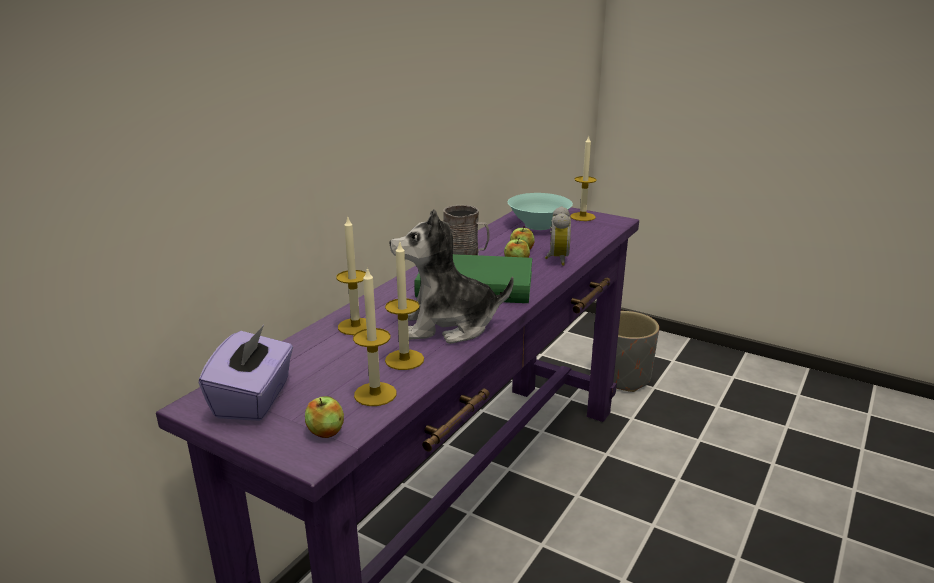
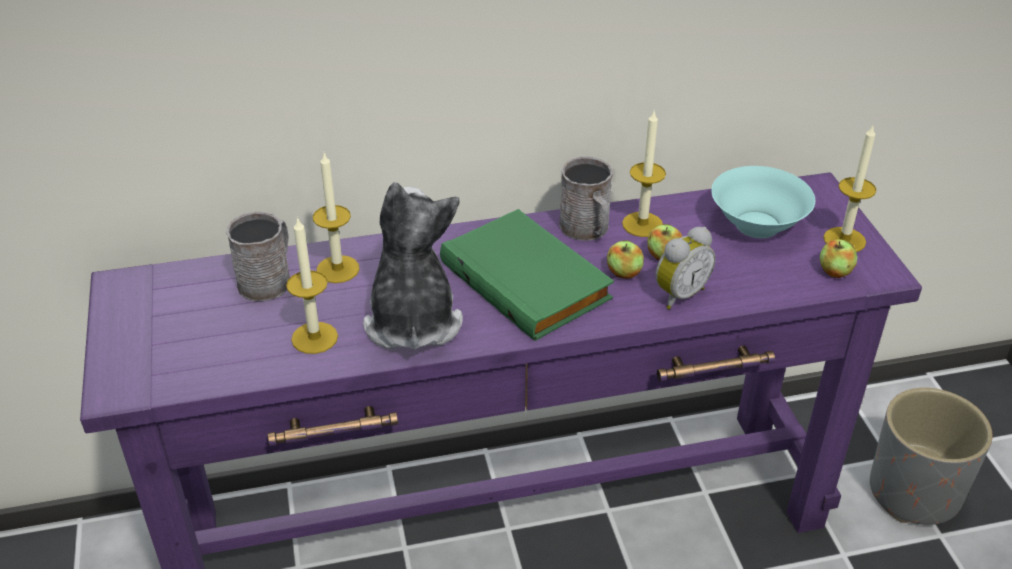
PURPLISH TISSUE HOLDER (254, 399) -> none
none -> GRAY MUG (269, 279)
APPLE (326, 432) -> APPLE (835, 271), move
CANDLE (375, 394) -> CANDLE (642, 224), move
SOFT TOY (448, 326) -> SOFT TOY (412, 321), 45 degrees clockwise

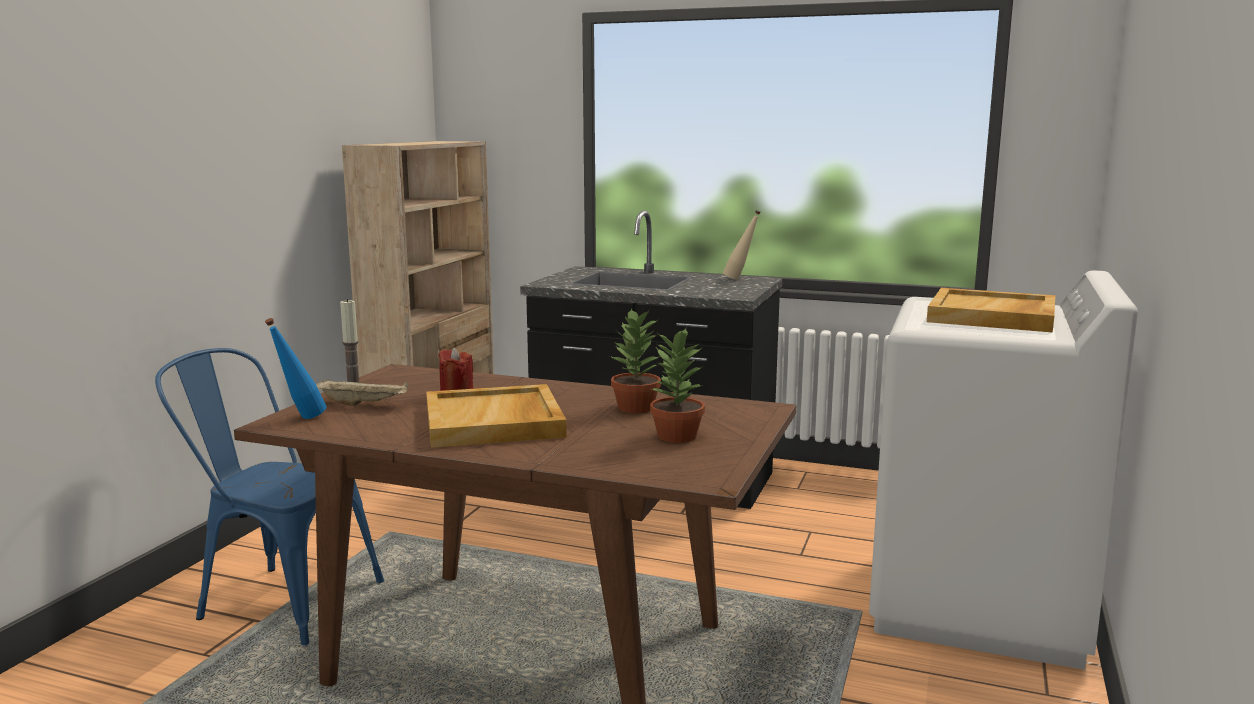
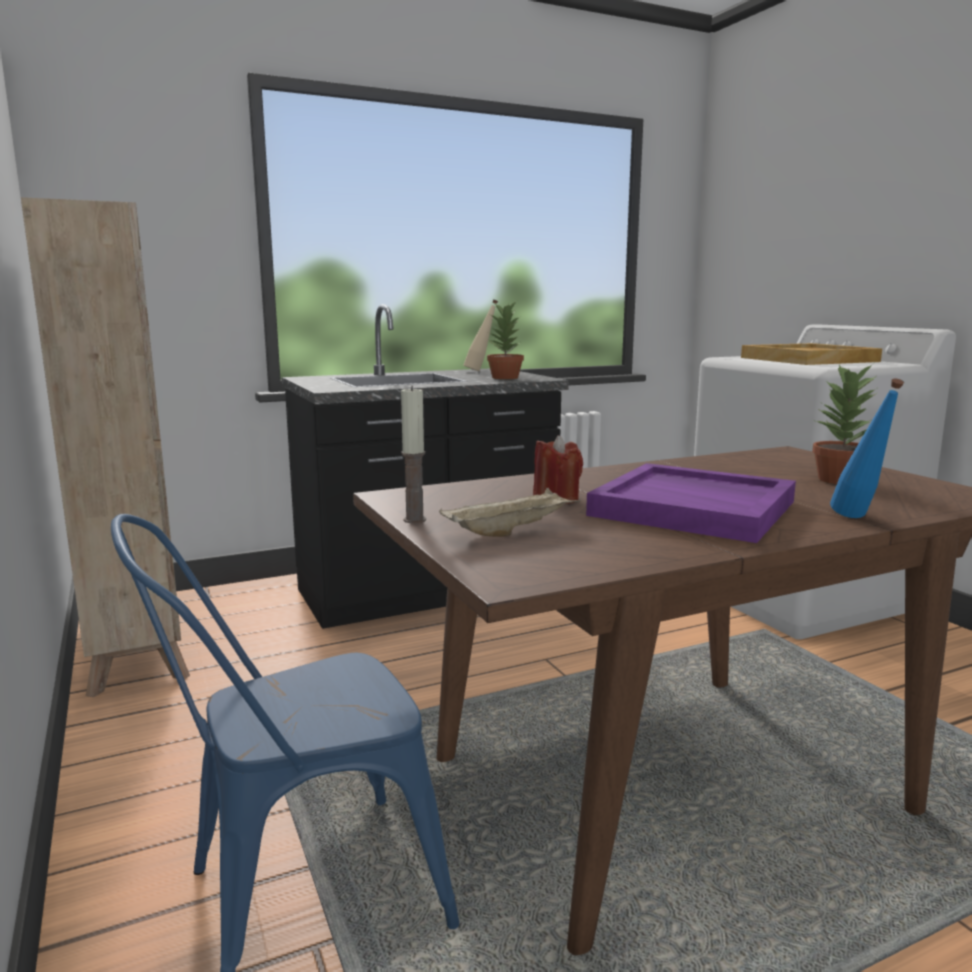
BLUE DRINK BOTTLE (300, 419) -> BLUE DRINK BOTTLE (859, 519), move
PLANT IN A POT (635, 408) -> PLANT IN A POT (505, 378), move
SAND-COLOURED SERVING TRAY (494, 422) -> PURPLISH SERVING TRAY (695, 508)

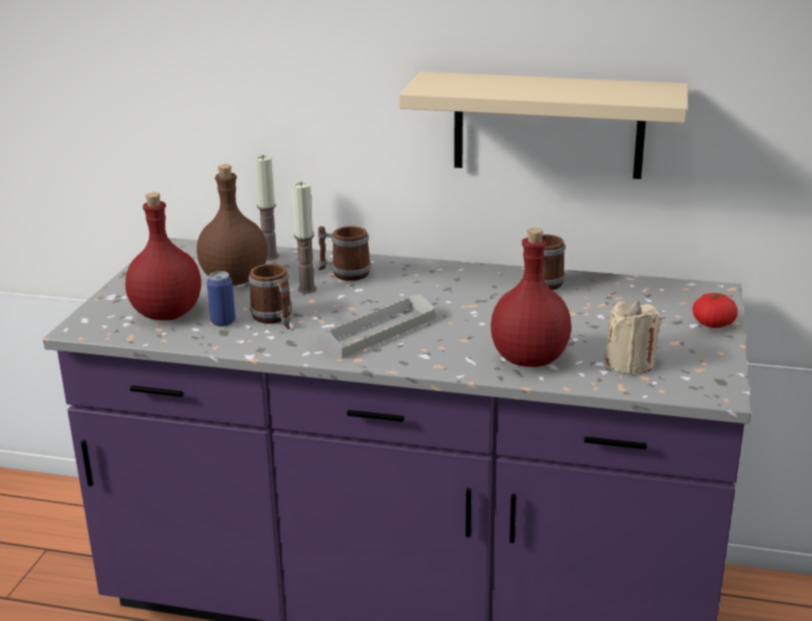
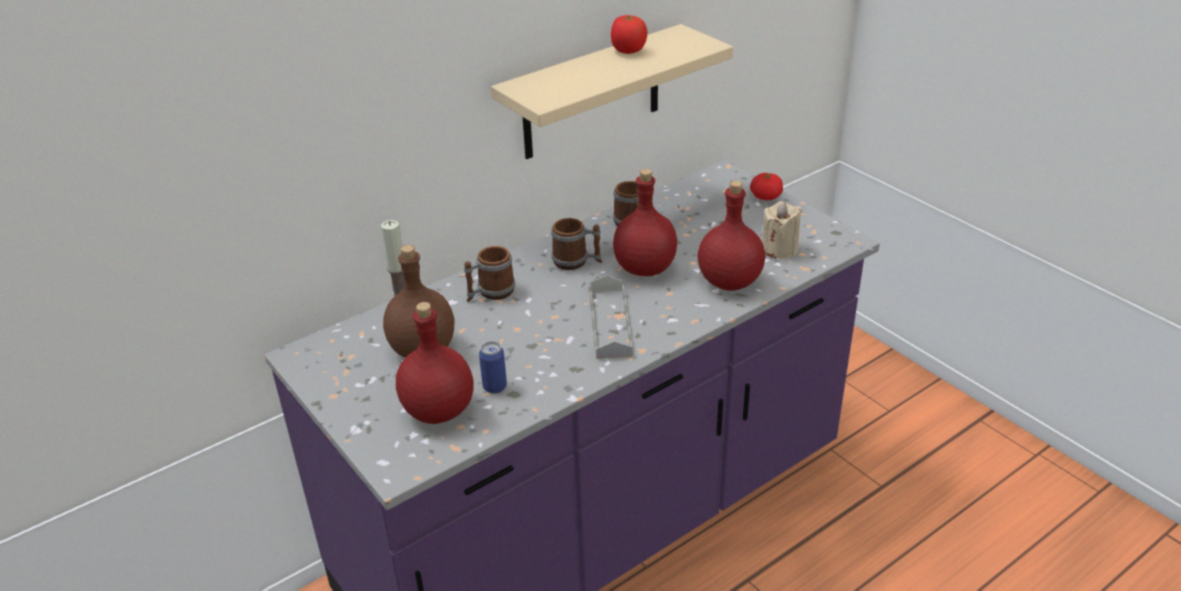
CANDLE (307, 289) -> none
none -> TOMATO (628, 51)
none -> RED DRINK BOTTLE (646, 268)
MUG (275, 318) -> MUG (577, 261), move

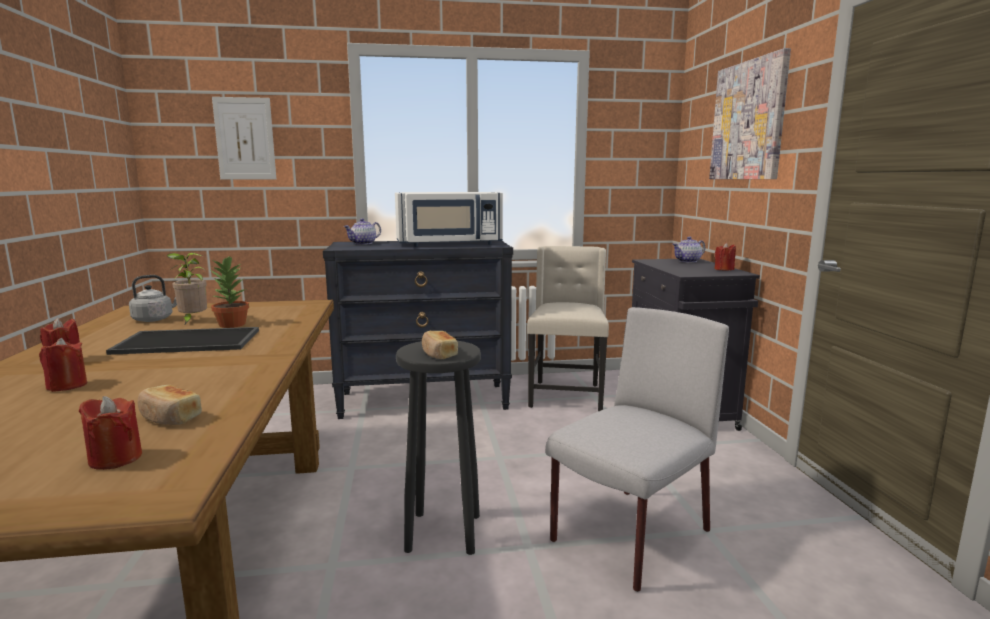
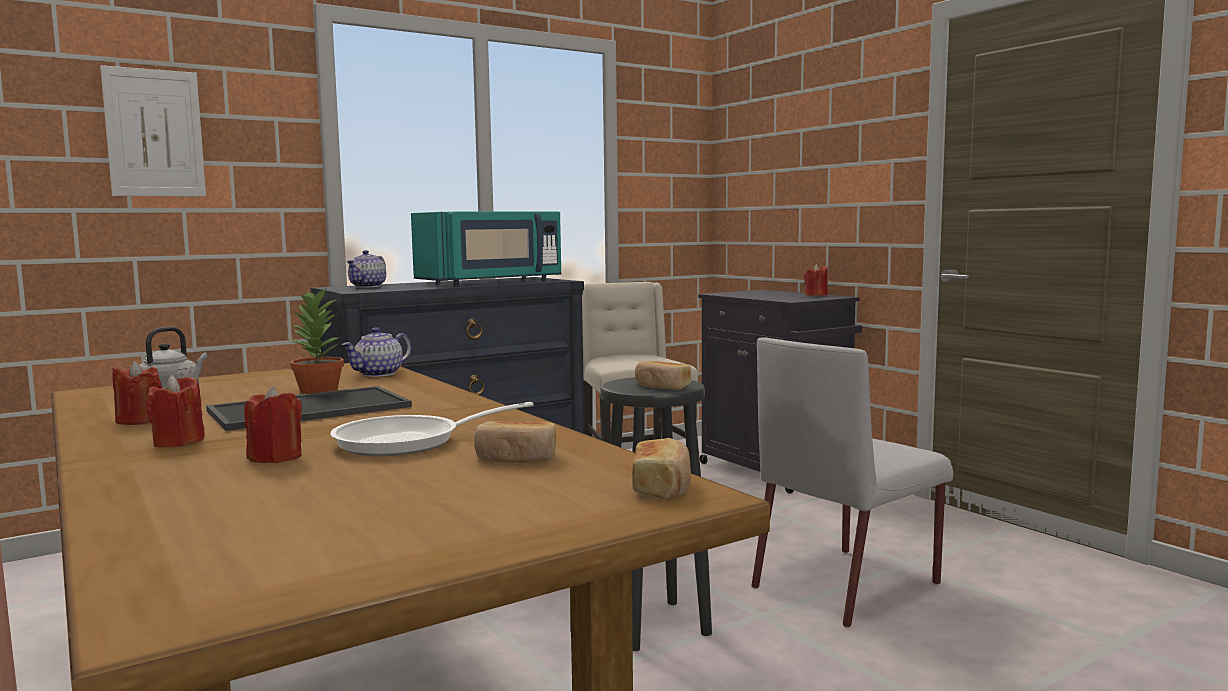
PLANT IN A POT (192, 321) -> none
WALL ART (748, 121) -> none
none -> PAN (409, 442)
none -> BAKED BREAD (662, 487)
RED CANDLE (115, 458) -> RED CANDLE (139, 420), move
POT FOR TEA (688, 261) -> POT FOR TEA (379, 374), move
WHITE-COLOURED MICROWAVE OVEN (449, 244) -> BLUE-GREEN MICROWAVE OVEN (492, 282)
GRAY UPRIGHT CHAIR (629, 537) -> GRAY UPRIGHT CHAIR (848, 584), 150 degrees counterclockwise

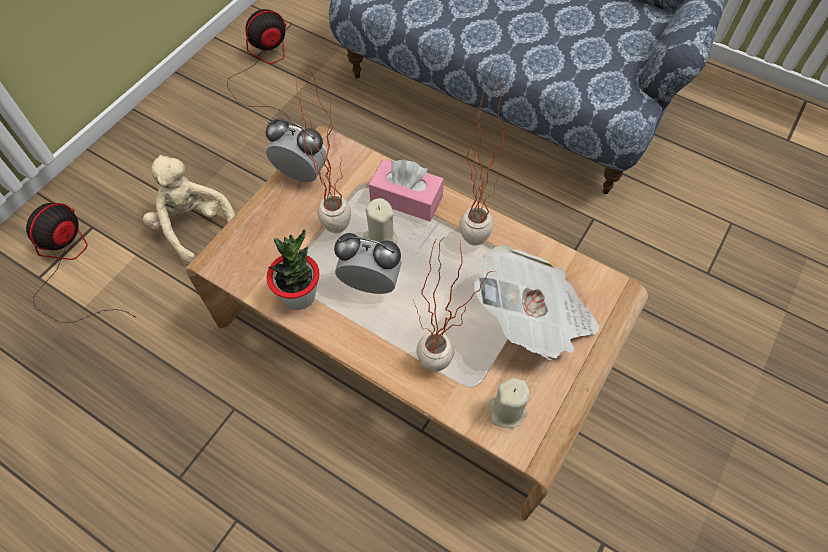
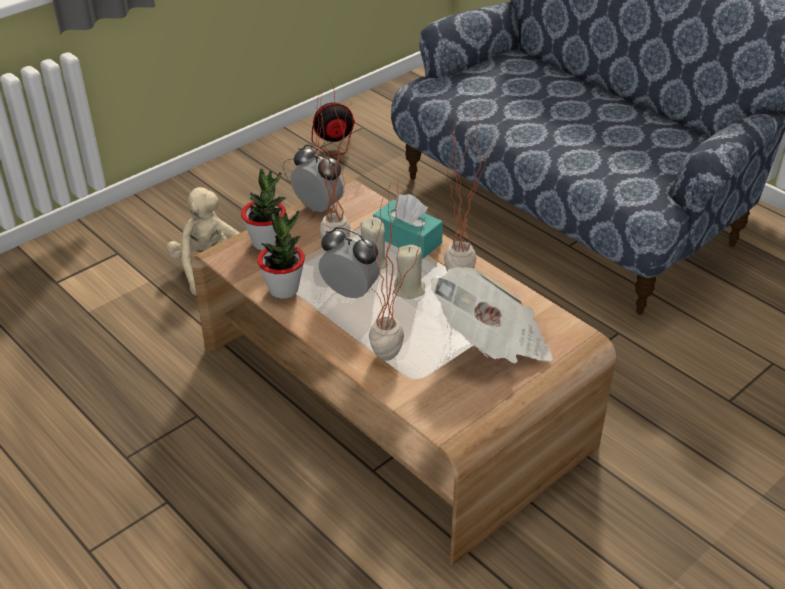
COOLING FAN (70, 266) -> none
none -> PLANT IN A POT (266, 242)
SAND-COLOURED CANDLE (507, 411) -> SAND-COLOURED CANDLE (409, 290), move
PINKISH TISSUE HOLDER (406, 198) -> BLUE-GREEN TISSUE HOLDER (407, 239)

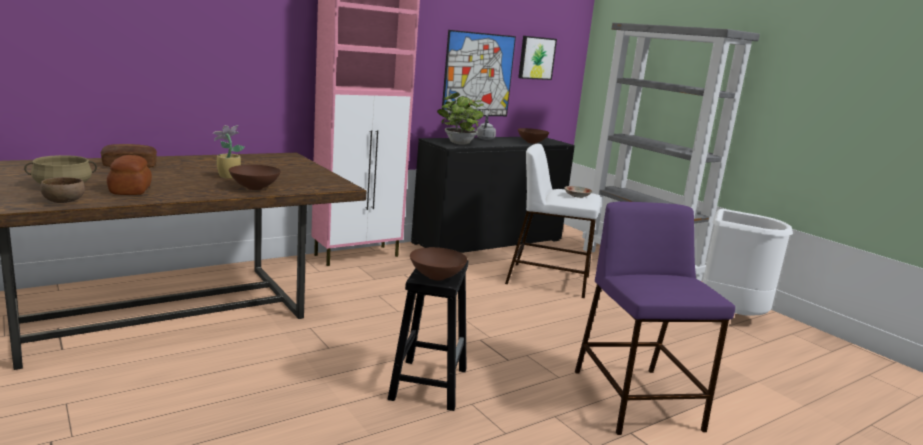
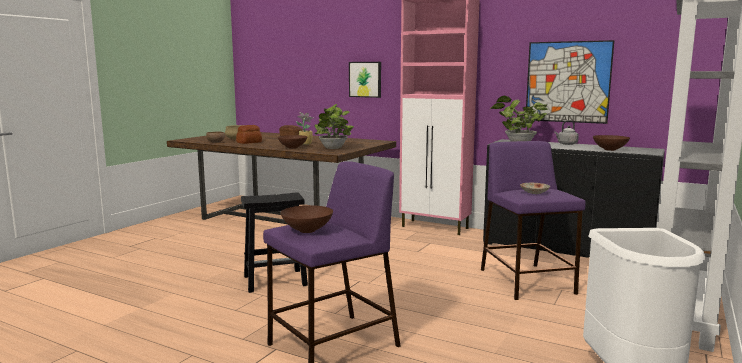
none -> PLANT IN A POT (333, 148)
BROWN BOWL (436, 277) -> BROWN BOWL (307, 230), move
WALL ART (536, 58) -> WALL ART (365, 79), move
WHITE-COLOURED STOOL (549, 280) -> PURPLISH STOOL (527, 281)

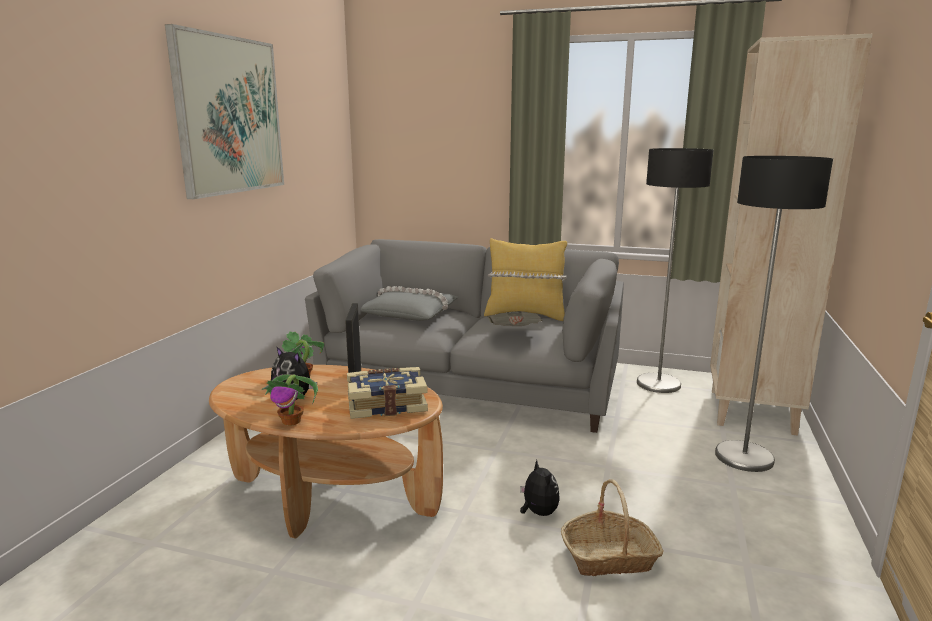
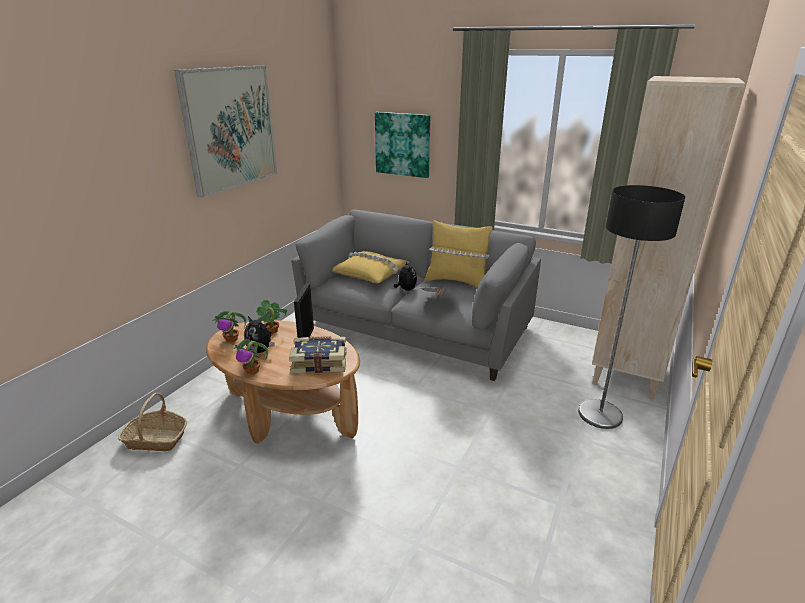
FLOOR LAMP (658, 384) -> none
none -> PLANT IN A POT (232, 339)
none -> WALL ART (403, 144)
SOFT TOY (538, 513) -> SOFT TOY (406, 289), move
STORAGE BASKET (609, 557) -> STORAGE BASKET (156, 439), move
GRAY THROW PILLOW (410, 313) -> YELLOW-COLOURED THROW PILLOW (370, 273)

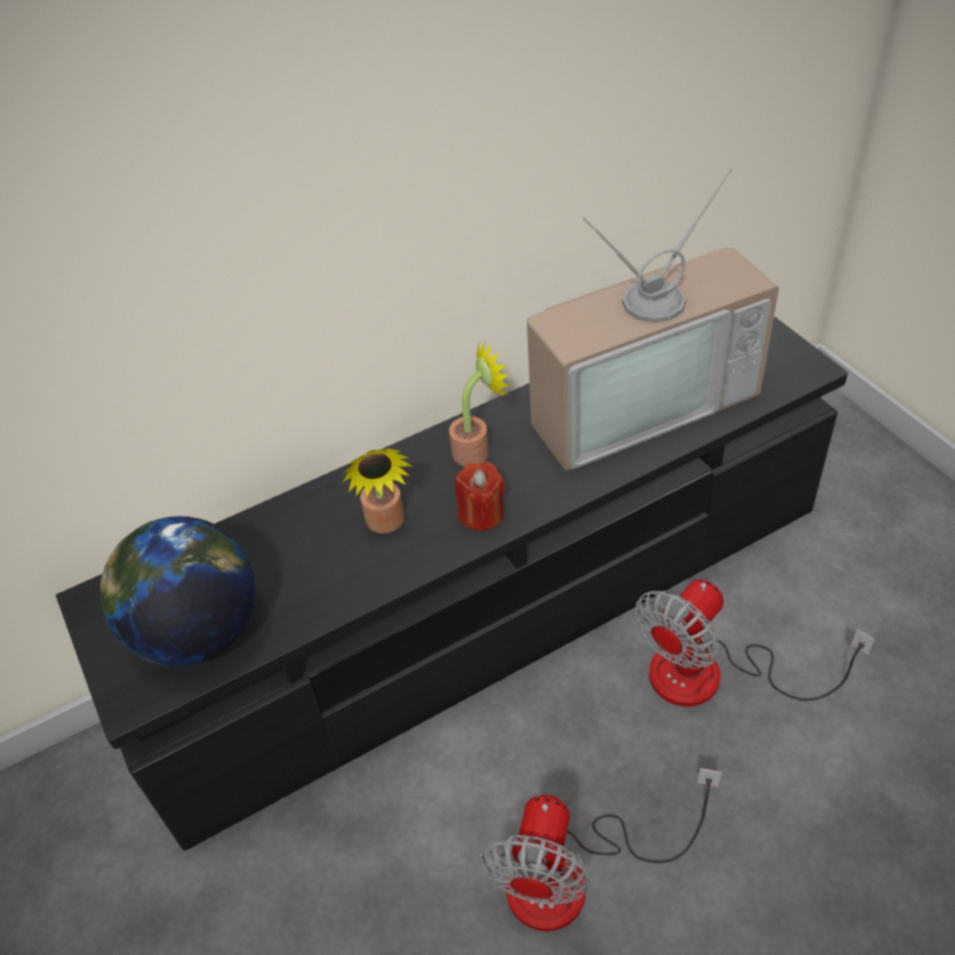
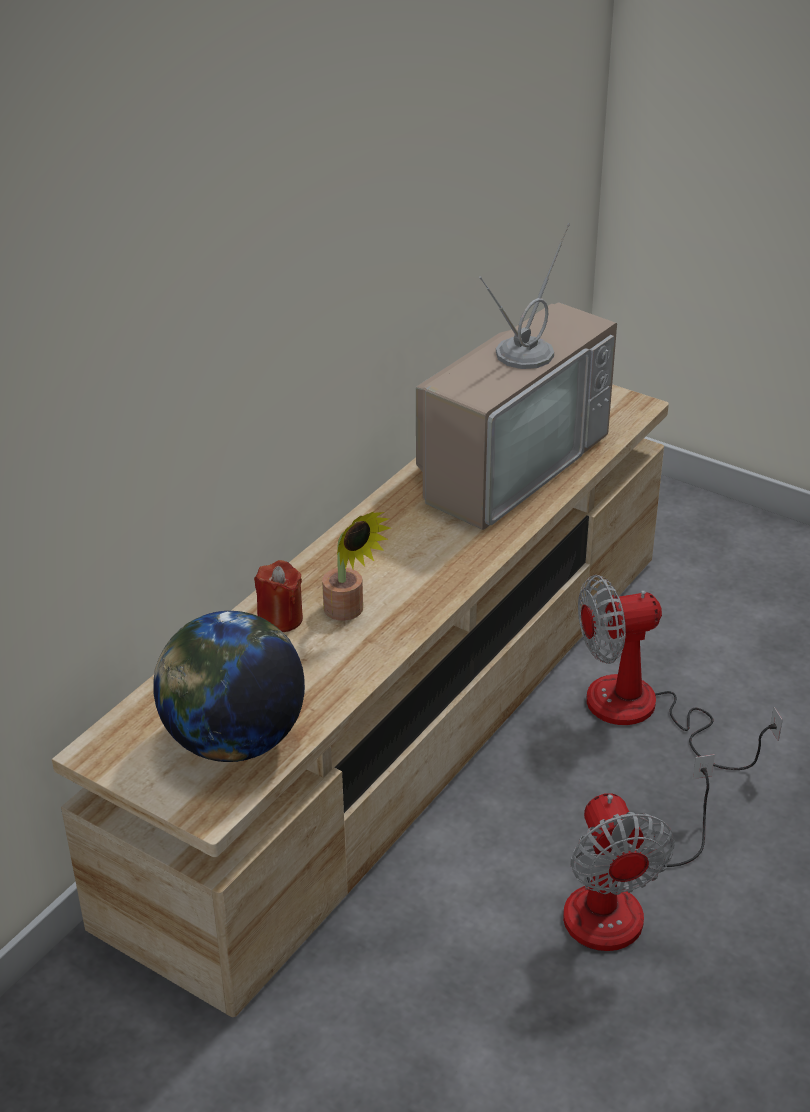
PLANT IN A POT (477, 450) -> none
RED CANDLE (481, 514) -> RED CANDLE (280, 618), move
BLACKISH TV UNIT (491, 610) -> SAND-COLOURED TV UNIT (406, 724)
COOLING FAN (712, 676) -> COOLING FAN (644, 713), 60 degrees clockwise

